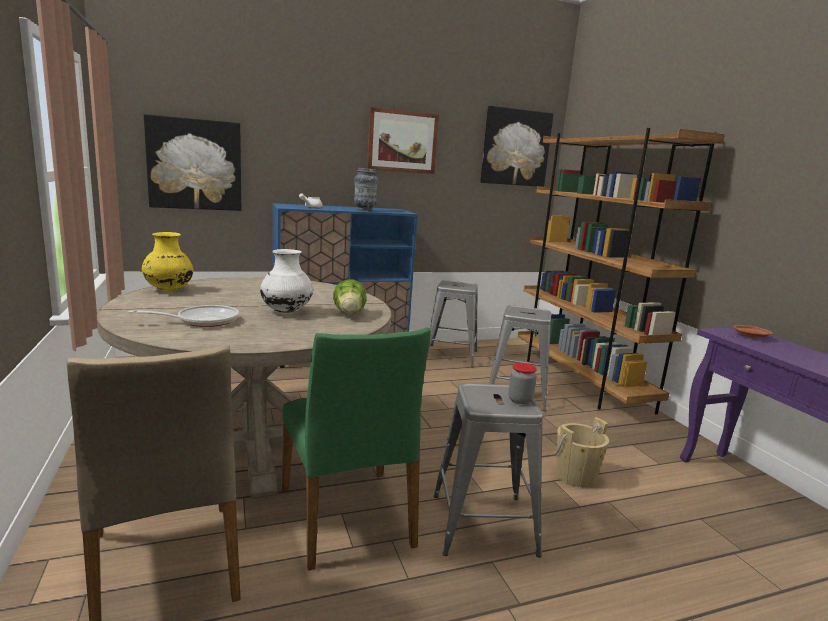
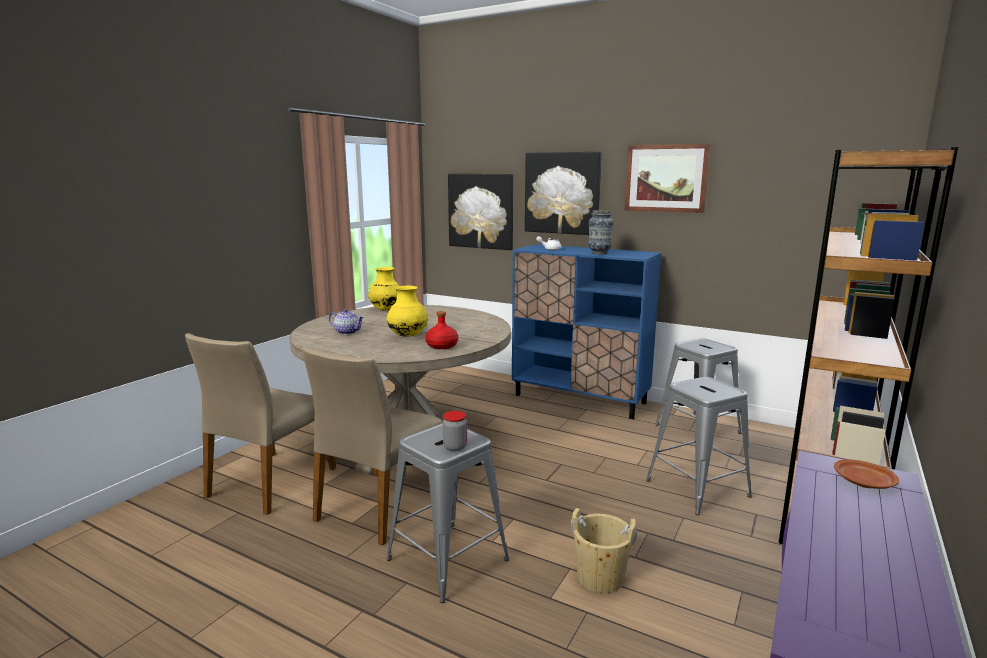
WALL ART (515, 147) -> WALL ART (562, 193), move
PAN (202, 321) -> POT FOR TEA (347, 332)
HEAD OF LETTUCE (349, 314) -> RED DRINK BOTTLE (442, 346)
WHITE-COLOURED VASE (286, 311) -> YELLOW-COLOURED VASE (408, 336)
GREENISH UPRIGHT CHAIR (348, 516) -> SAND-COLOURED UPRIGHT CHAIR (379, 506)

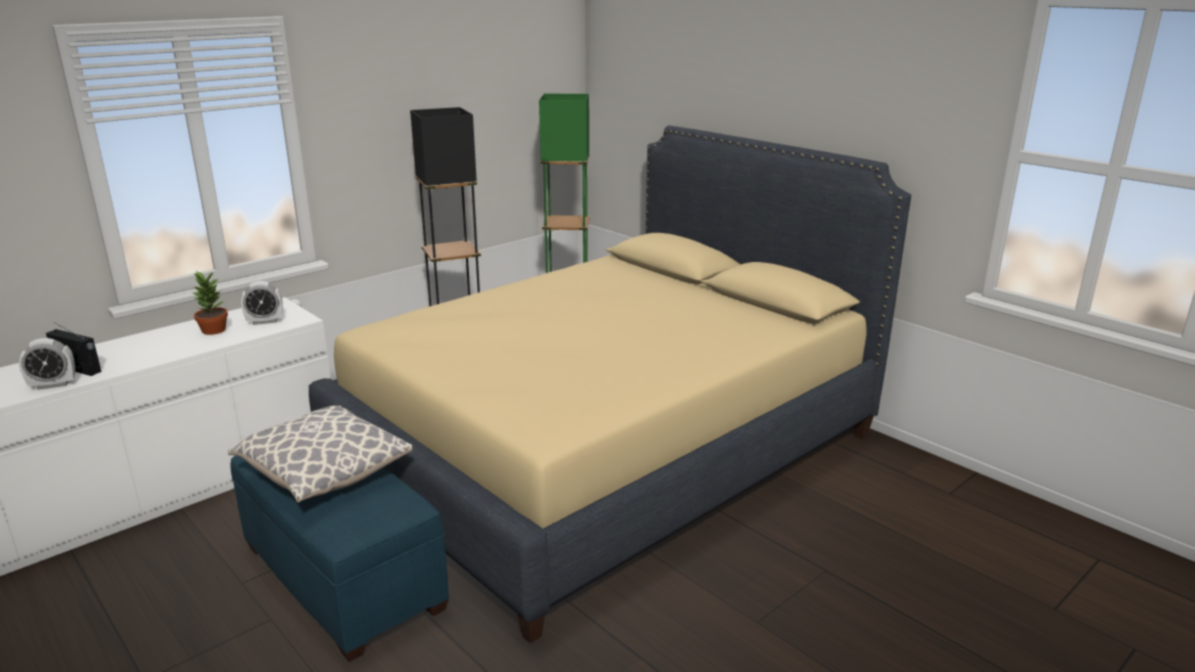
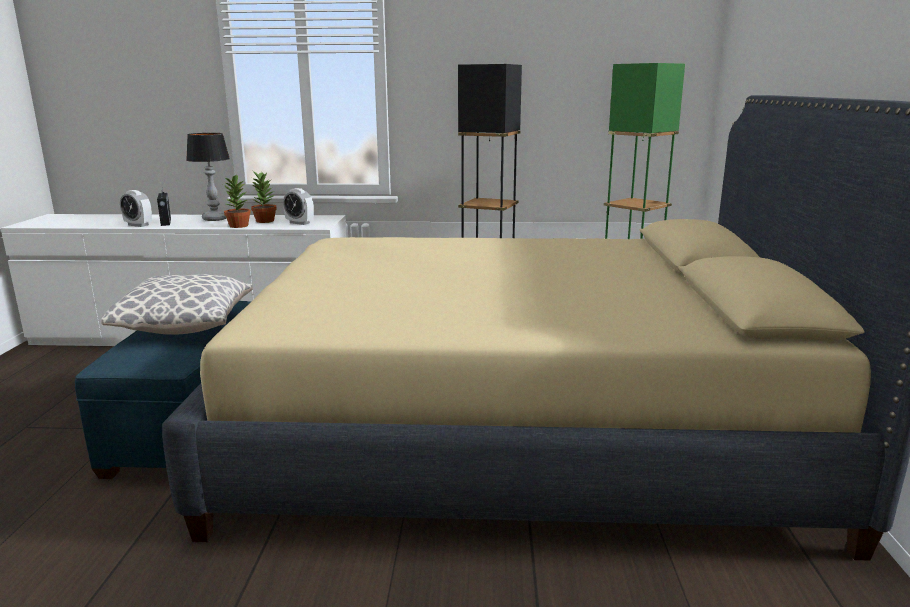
none -> LAMP FOR A TABLE (215, 219)
none -> PLANT IN A POT (238, 226)

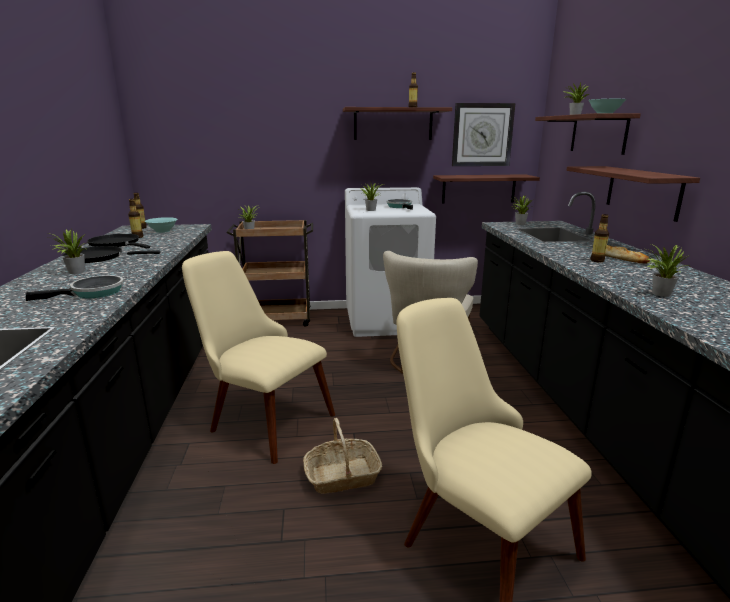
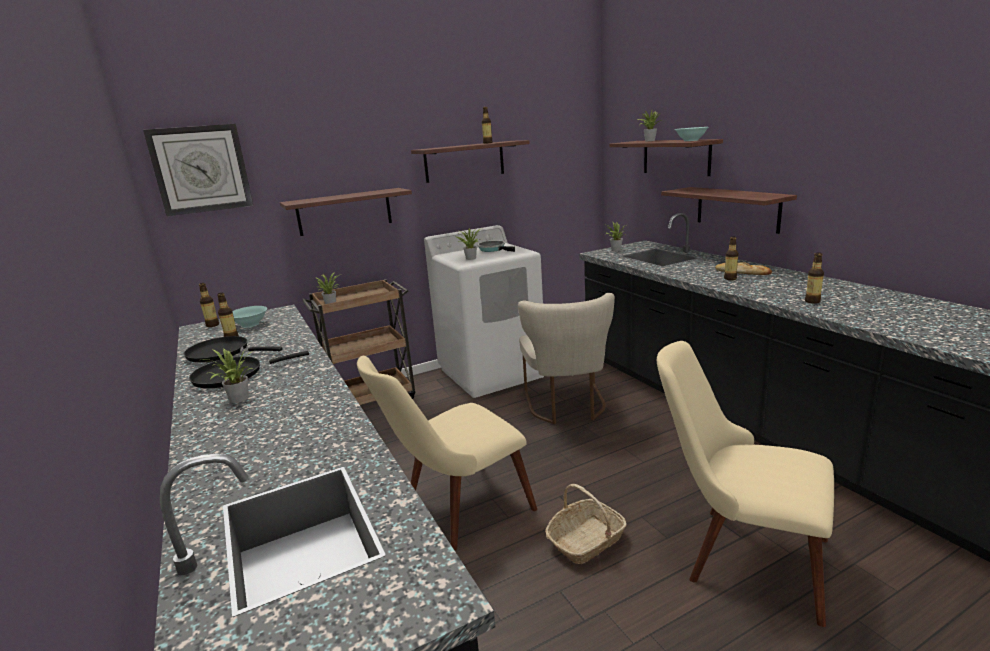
PAN (93, 293) -> none
WALL SHELF (478, 188) -> WALL SHELF (344, 212), move
CLOCK ON THE WALL (482, 135) -> CLOCK ON THE WALL (201, 169), move
PLANT IN A POT (658, 293) -> DRINK BOTTLE (812, 301)
SAND-COLOURED UPRIGHT CHAIR (261, 418) -> SAND-COLOURED UPRIGHT CHAIR (455, 511), 45 degrees counterclockwise

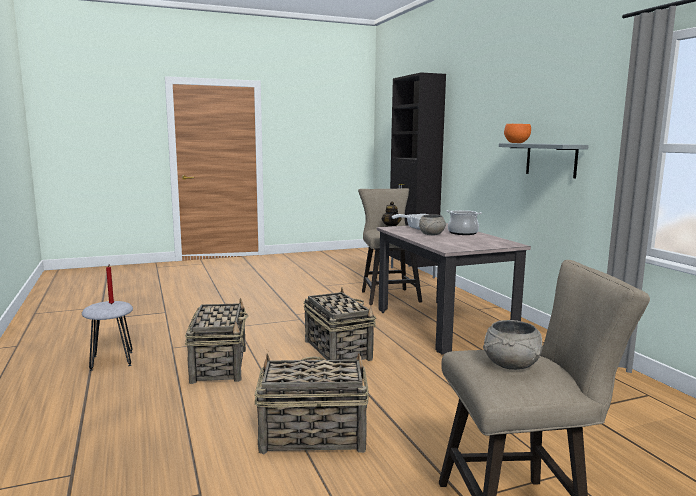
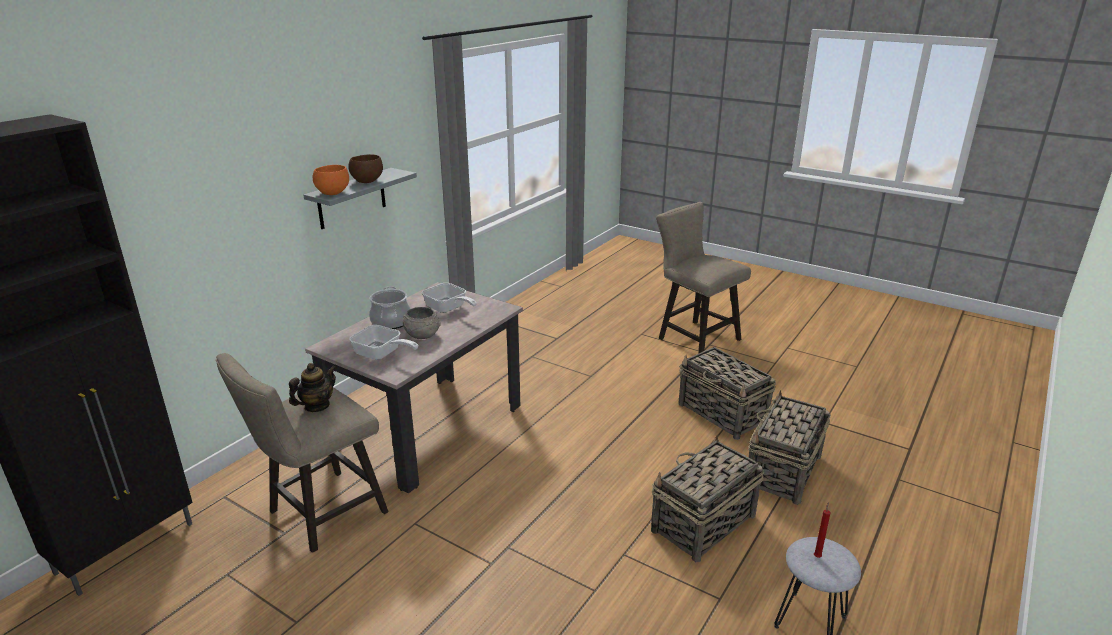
GRAY BOWL (512, 365) -> none
none -> BROWN BOWL (366, 181)
none -> PAN (448, 309)
STORAGE BASKET (337, 350) -> STORAGE BASKET (782, 472), move

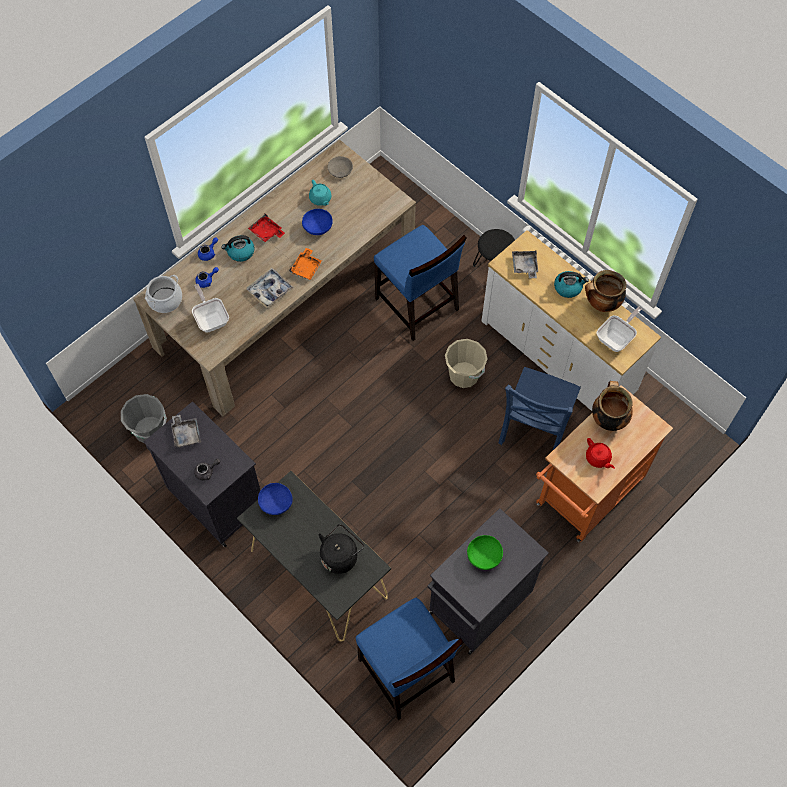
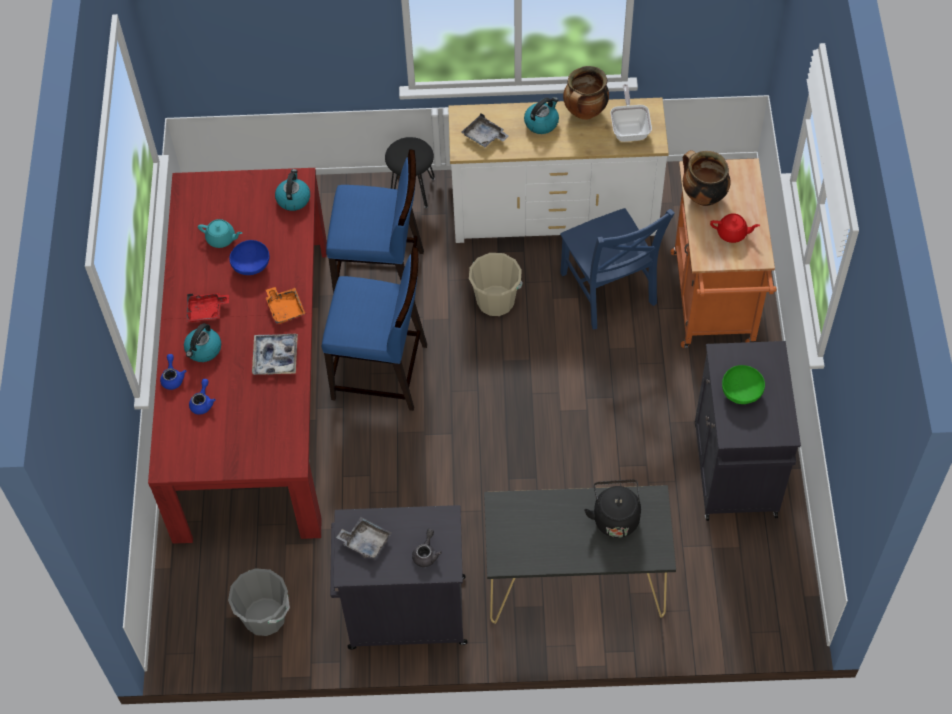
STOCKPOT (165, 300) -> none
PAN (211, 318) -> none
BLUE BOWL (275, 503) -> none
GRAY BOWL (340, 170) -> none
none -> TEA KETTLE (293, 198)
BLUE UPRIGHT CHAIR (406, 671) -> BLUE UPRIGHT CHAIR (381, 373), move
SAND-COLOURED KITCHEN TABLE (285, 301) -> RED KITCHEN TABLE (253, 384)

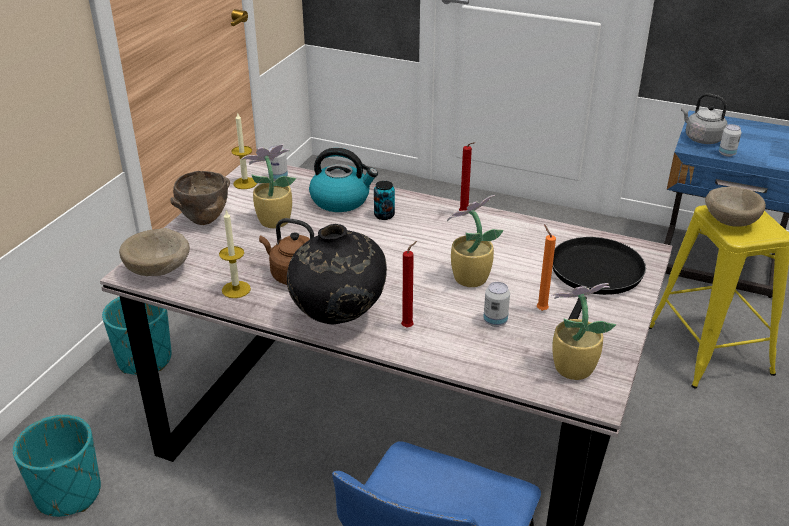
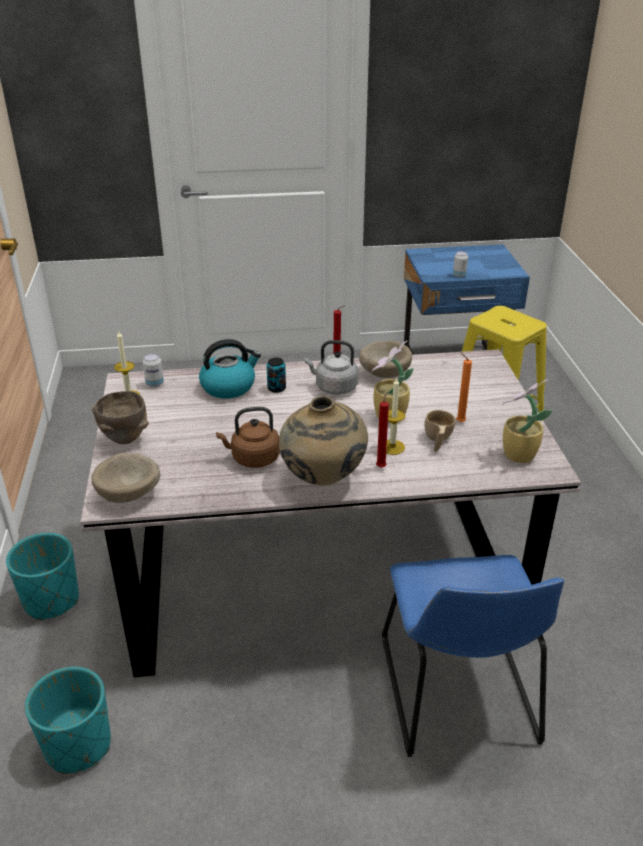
PLANT IN A POT (272, 221) -> none
BLACKISH PAN (594, 276) -> none
CANDLE (236, 289) -> CANDLE (392, 447), move
GRAY TEA KETTLE (701, 138) -> GRAY TEA KETTLE (334, 387), move
SAND-COLOURED BOWL (730, 220) -> SAND-COLOURED BOWL (384, 372), move
SEALED CAN (495, 321) -> SAND-COLOURED CUP (437, 441)
BLACKISH VASE (338, 319) -> SAND-COLOURED VASE (323, 480)

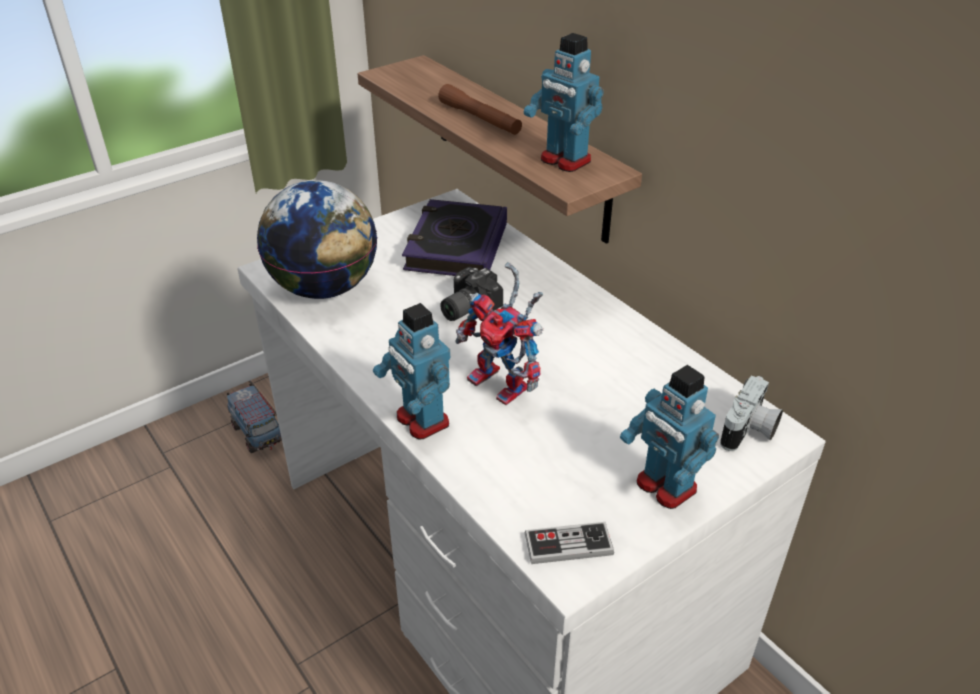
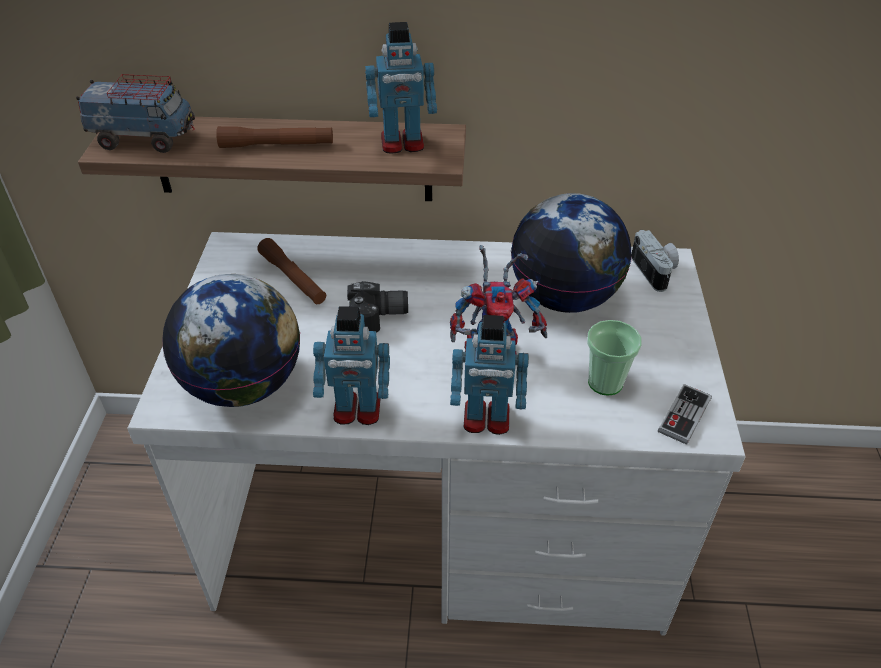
none -> GLOBE (565, 297)
none -> CUP (605, 382)
TOY TRUCK (258, 433) -> TOY TRUCK (144, 139), move
ROBOT FIGURE (665, 487) -> ROBOT FIGURE (357, 410), move
VOLUME (456, 247) -> BROWN TORCH (293, 278)
STILL CAMERA (466, 307) -> STILL CAMERA (379, 318), 90 degrees counterclockwise

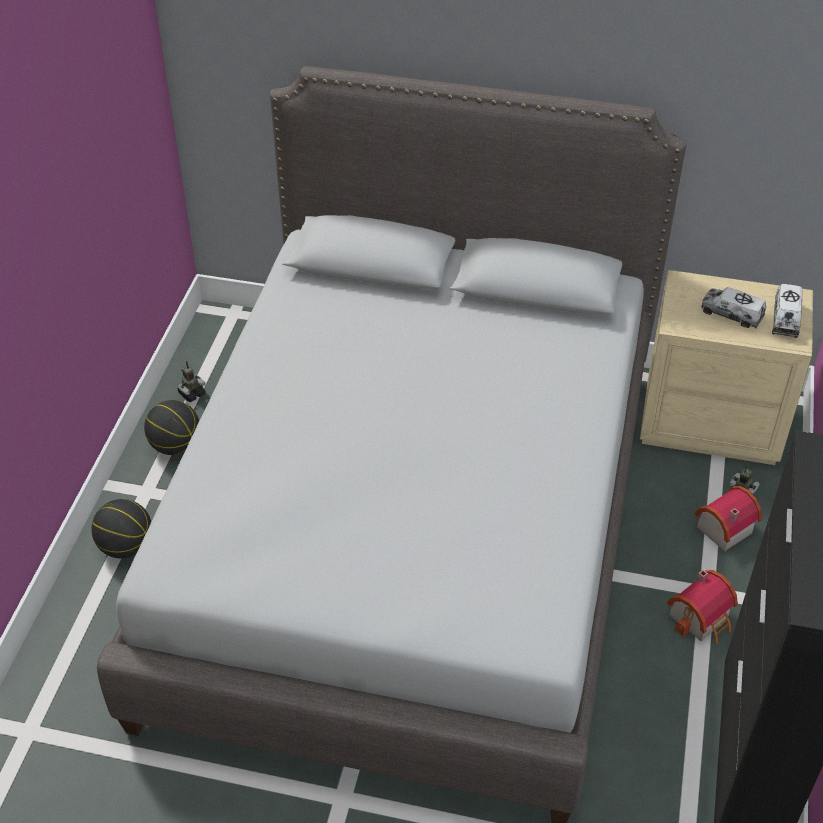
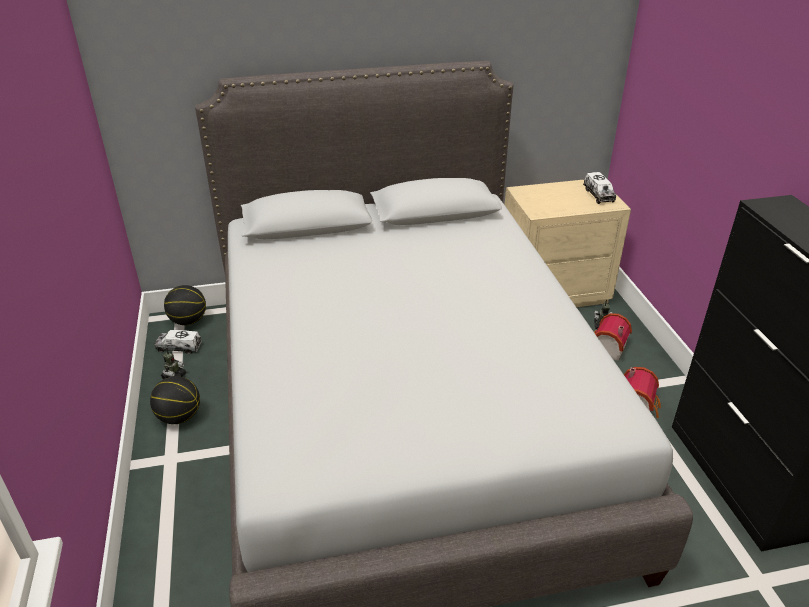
BASKETBALL (126, 547) -> BASKETBALL (188, 321), move
TOY TRUCK (731, 314) -> TOY TRUCK (179, 347), move

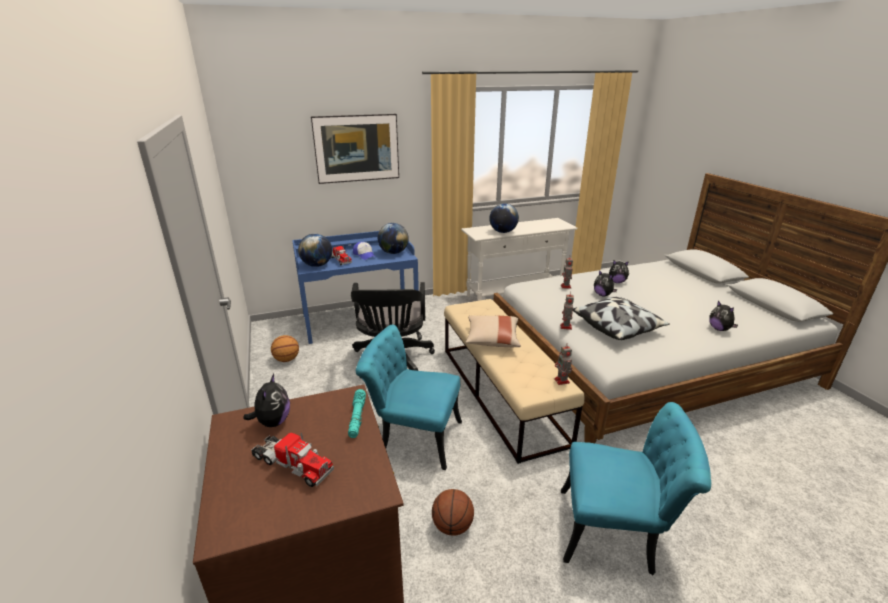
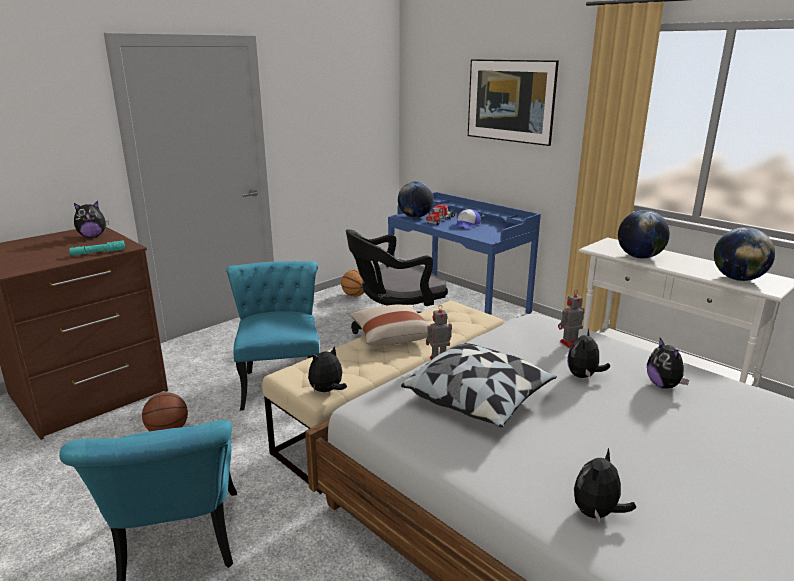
TOY TRUCK (292, 464) -> none
GLOBE (393, 253) -> GLOBE (738, 279), move
ROBOT FIGURE (562, 381) -> SOFT TOY (327, 391)

